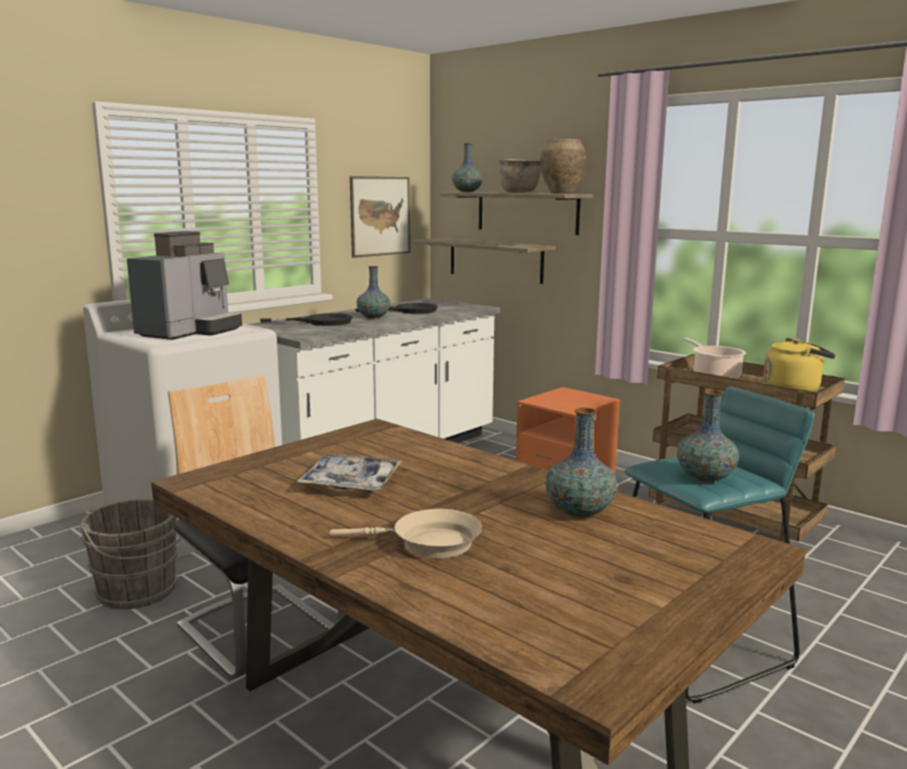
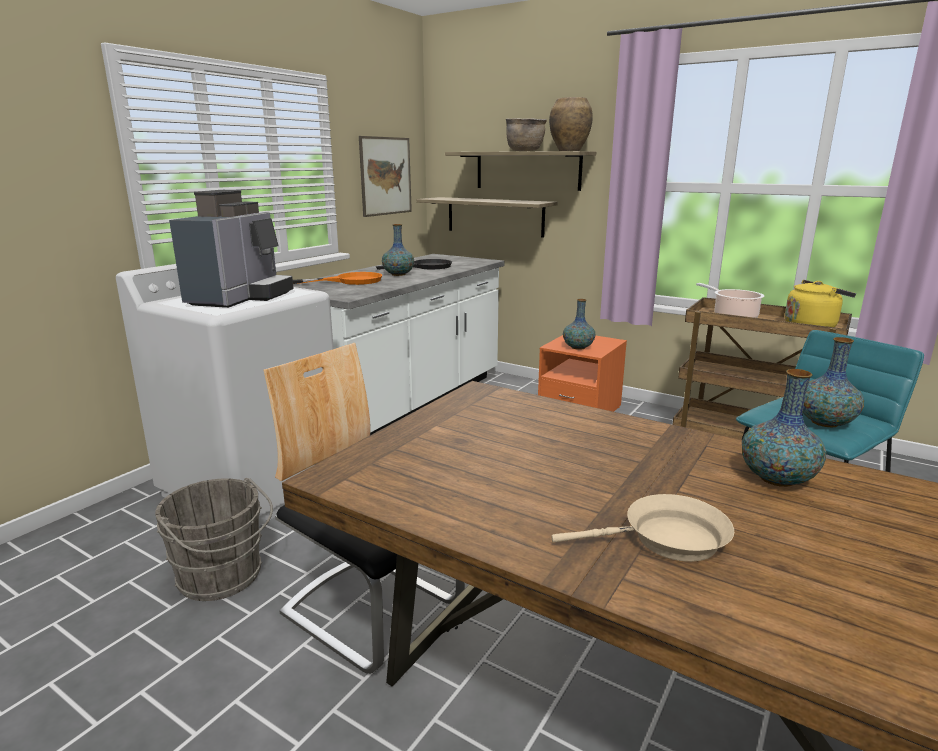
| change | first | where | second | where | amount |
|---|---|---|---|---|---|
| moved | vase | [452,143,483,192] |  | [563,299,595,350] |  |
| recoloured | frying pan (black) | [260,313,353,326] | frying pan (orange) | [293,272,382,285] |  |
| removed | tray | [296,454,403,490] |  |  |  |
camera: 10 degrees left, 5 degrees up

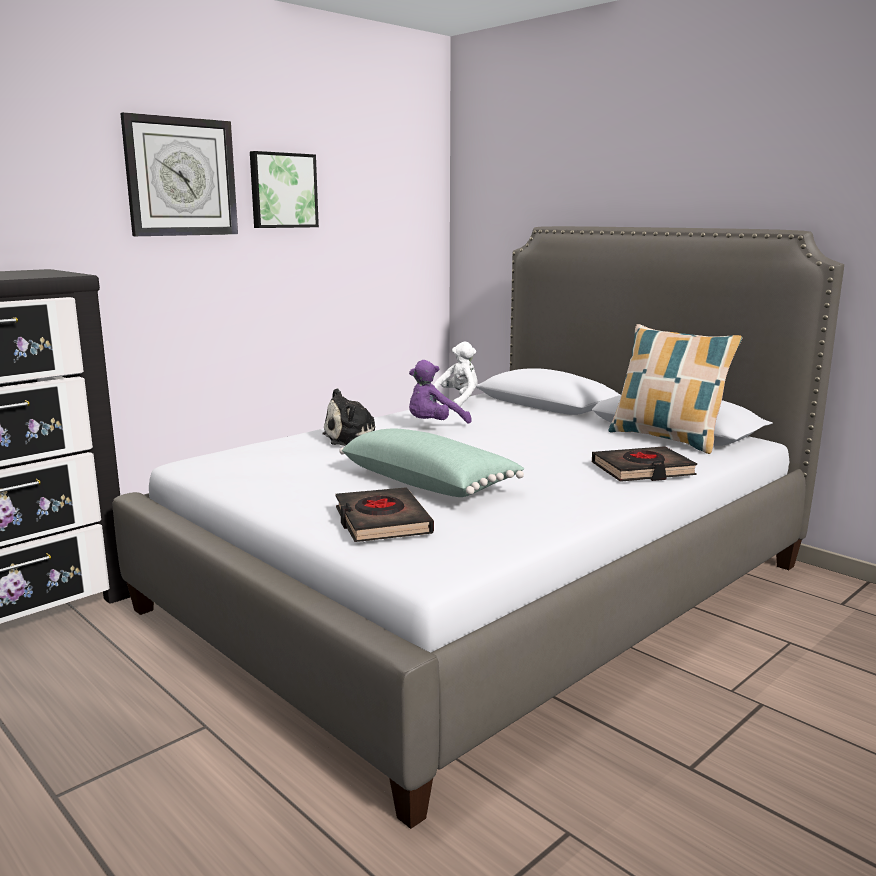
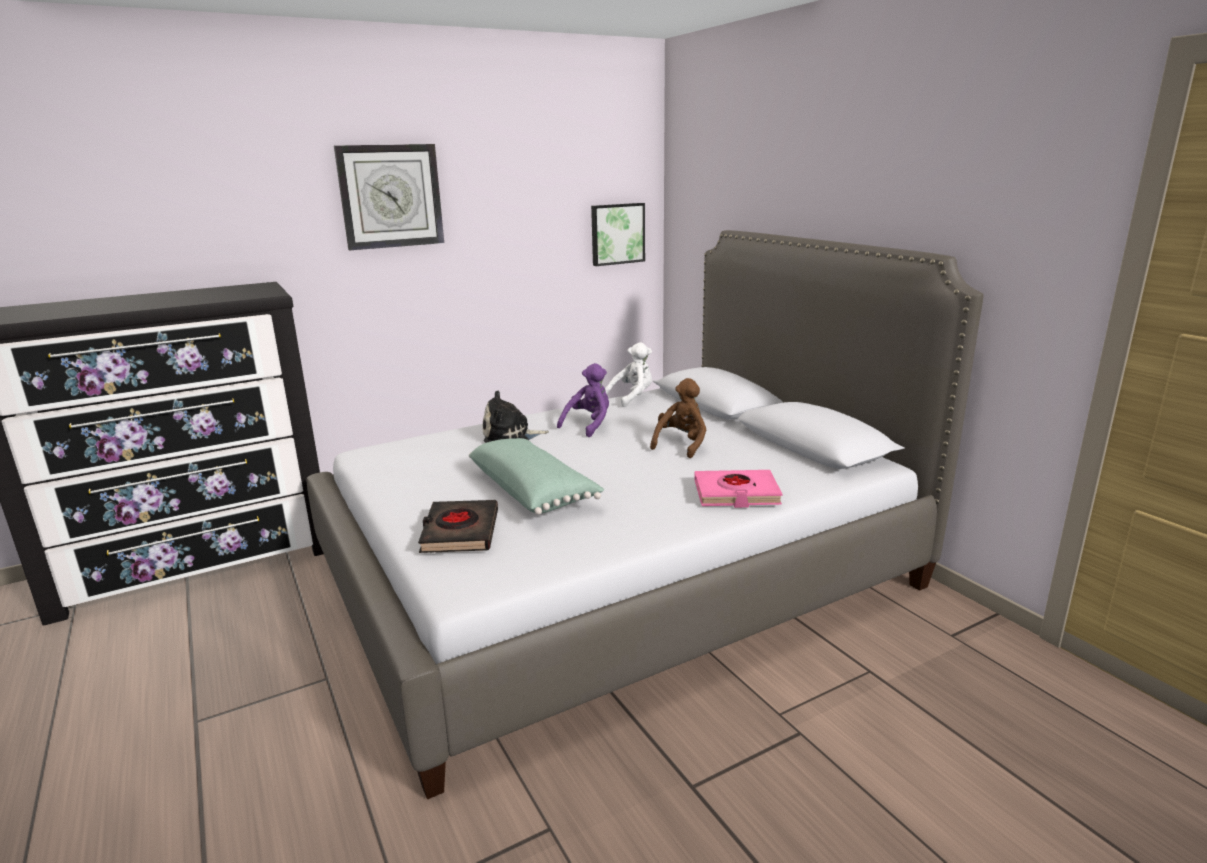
| change | first | where | second | where | amount |
|---|---|---|---|---|---|
| moved | picture | [250,151,319,228] |  | [591,203,645,266] |  |
| removed | pillow | [608,324,743,454] |  |  |  |
| turned | plush toy (purple) | [409,360,472,424] |  | [557,363,609,437] | 150 degrees clockwise |
| recoloured | book (black) | [592,446,697,482] | book (pink) | [694,470,782,508] |  |
| added |  |  | plush toy (brown) | [650,378,706,458] |  |
camera: 15 degrees right, 5 degrees up

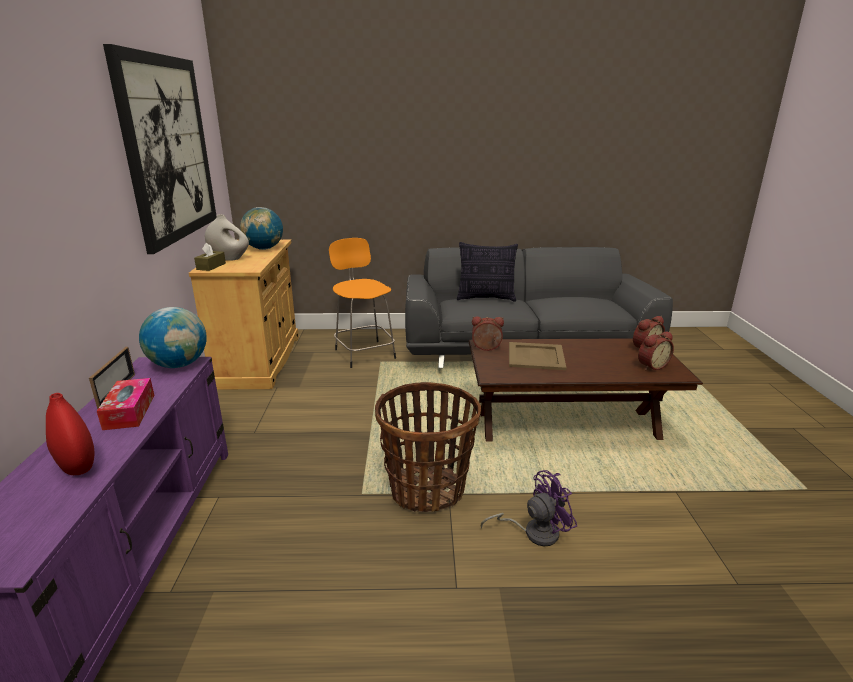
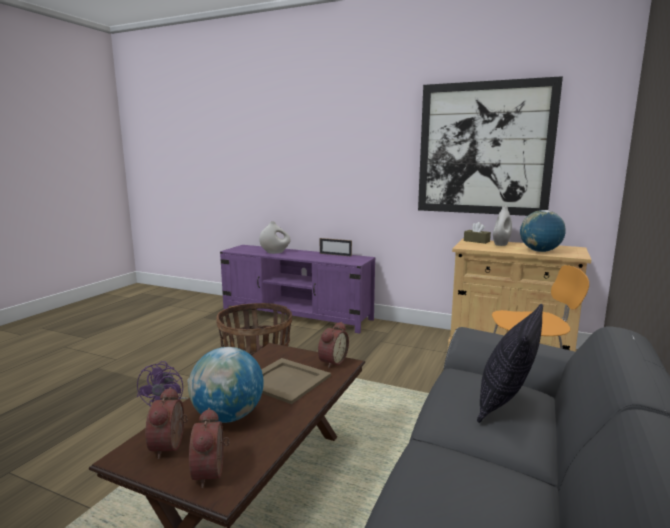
| change | first | where | second | where | amount |
|---|---|---|---|---|---|
| moved | globe | [139,307,207,368] |  | [188,347,264,423] |  |
| removed | tissue box | [97,378,154,430] |  |  |  |
| recoloured | vase (red) | [46,393,94,475] | vase (white) | [259,222,291,254] |  |
camera: 115 degrees right, 10 degrees down

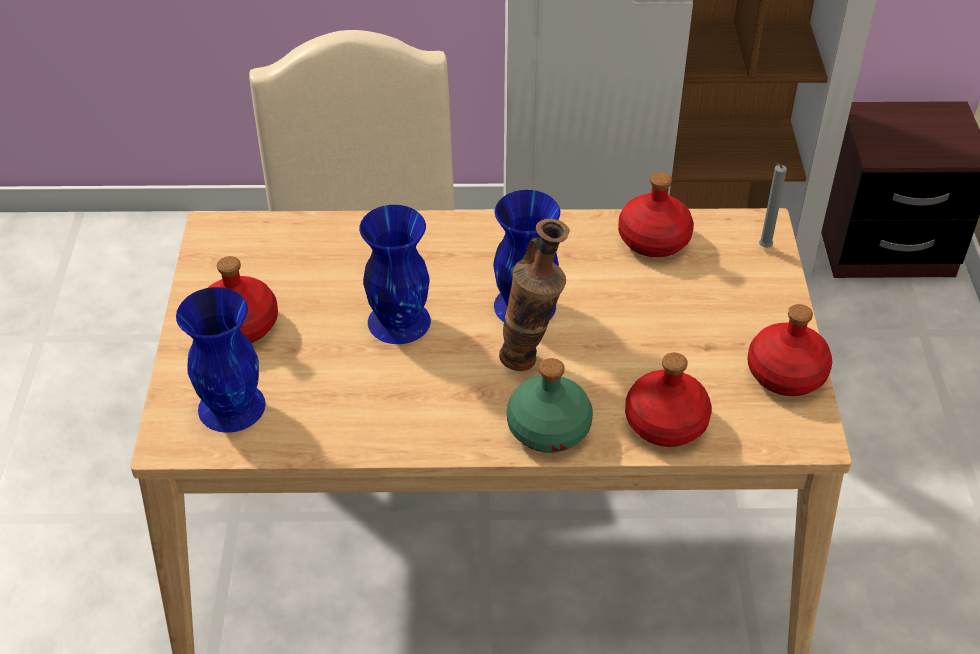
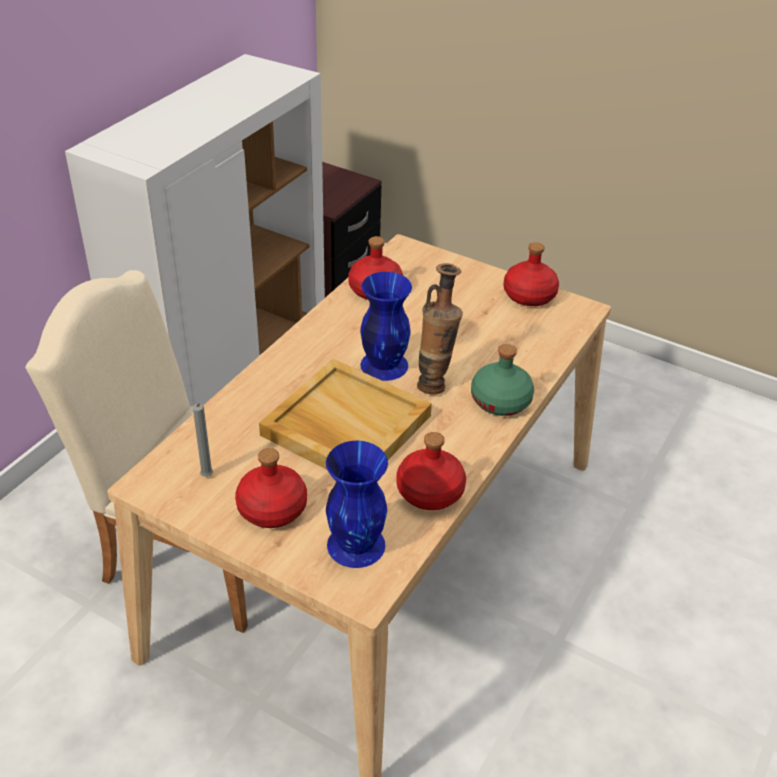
| change | first | where | second | where | amount |
|---|---|---|---|---|---|
| moved | candle (grey) | [759,163,787,248] |  | [193,404,213,477] |  |
| replaced | vase (blue) | [359,205,431,344] | tray (beige) | [259,359,432,470] |  |
| moved | bottle (red) | [625,353,712,447] |  | [396,432,466,510] |  |
camera: 60 degrees left, 5 degrees down

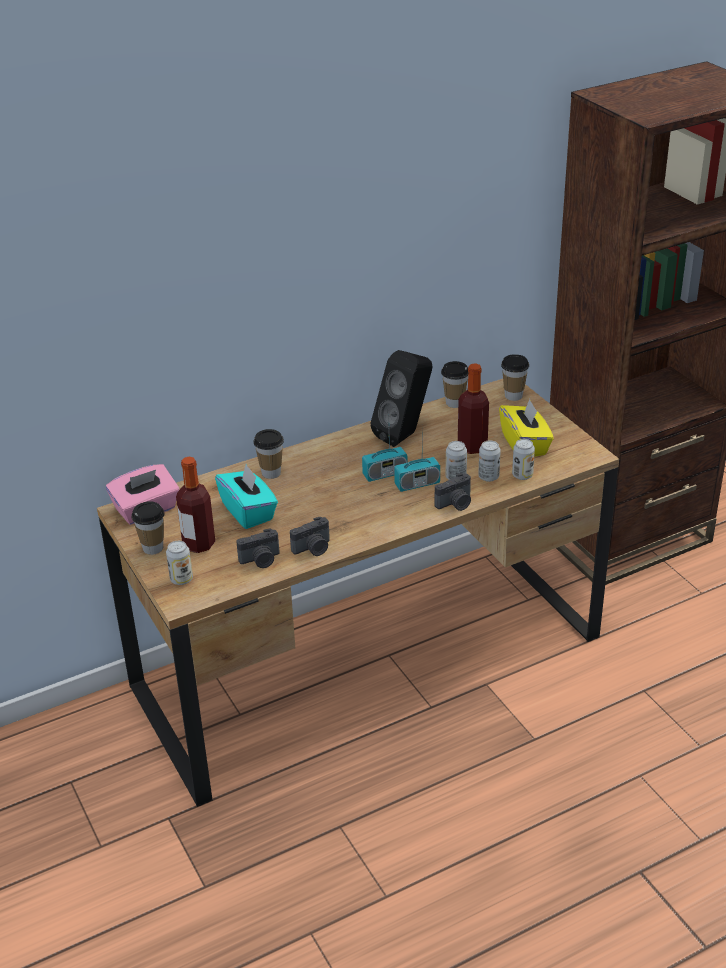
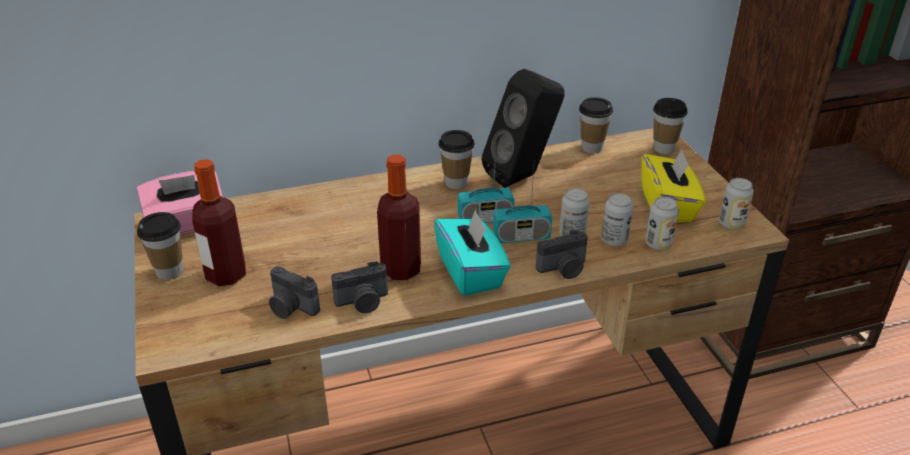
| change | first | where | second | where | amount |
|---|---|---|---|---|---|
| moved | bottle | [458,363,489,454] |  | [377,154,421,280] |  |
| moved | cup | [253,429,284,479] |  | [439,130,475,189] |  |
| moved | tissue box (turquoise) | [215,464,278,529] |  | [434,209,511,296] |  |
| turned | photo camera | [236,528,280,568] |  | [269,266,320,319] | 45 degrees clockwise |
| moved | can | [166,541,193,585] |  | [719,178,754,230] |  |
camera: 10 degrees right, 0 degrees up

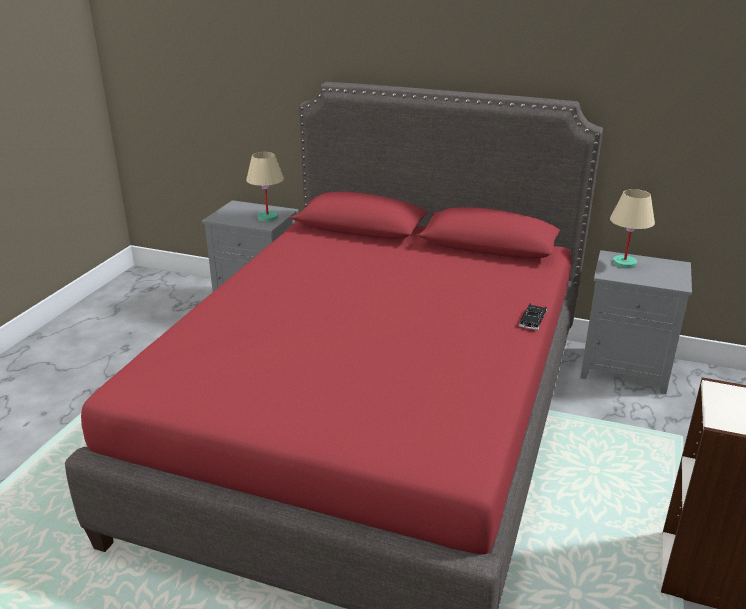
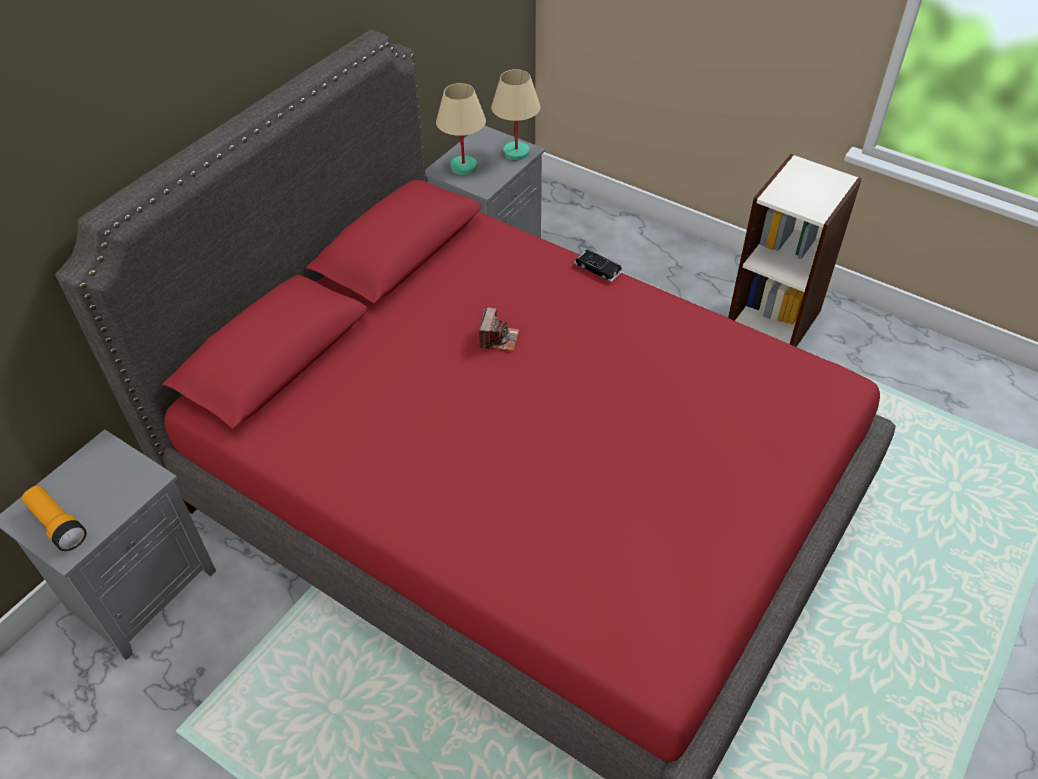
| change | first | where | second | where | amount |
|---|---|---|---|---|---|
| moved | table lamp (beige) | [246,152,284,222] |  | [491,69,540,160] |  |
| added |  |  | photo camera | [479,307,519,351] |  |
| added |  |  | flashlight | [22,486,87,551] |  |
camera: 75 degrees left, 20 degrees up

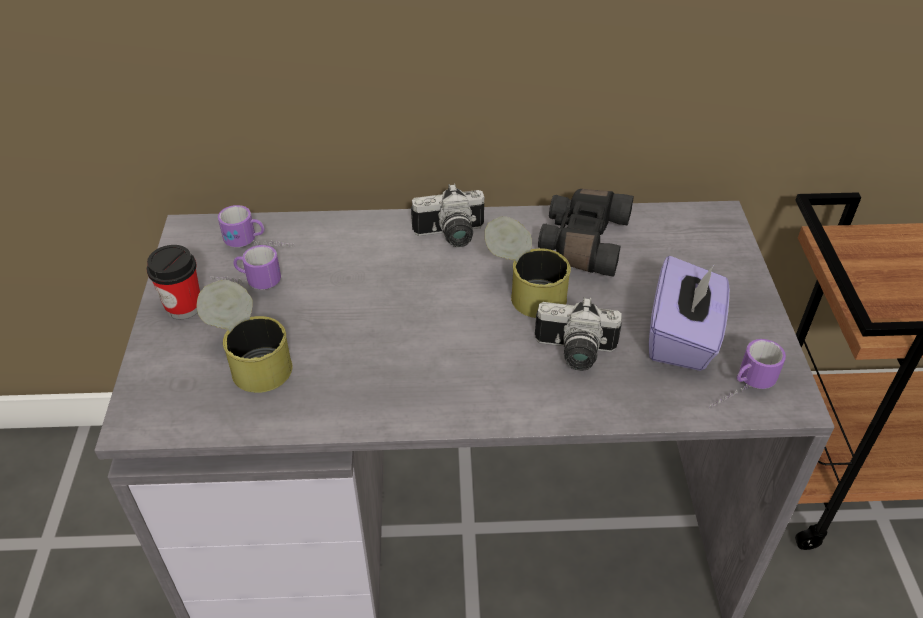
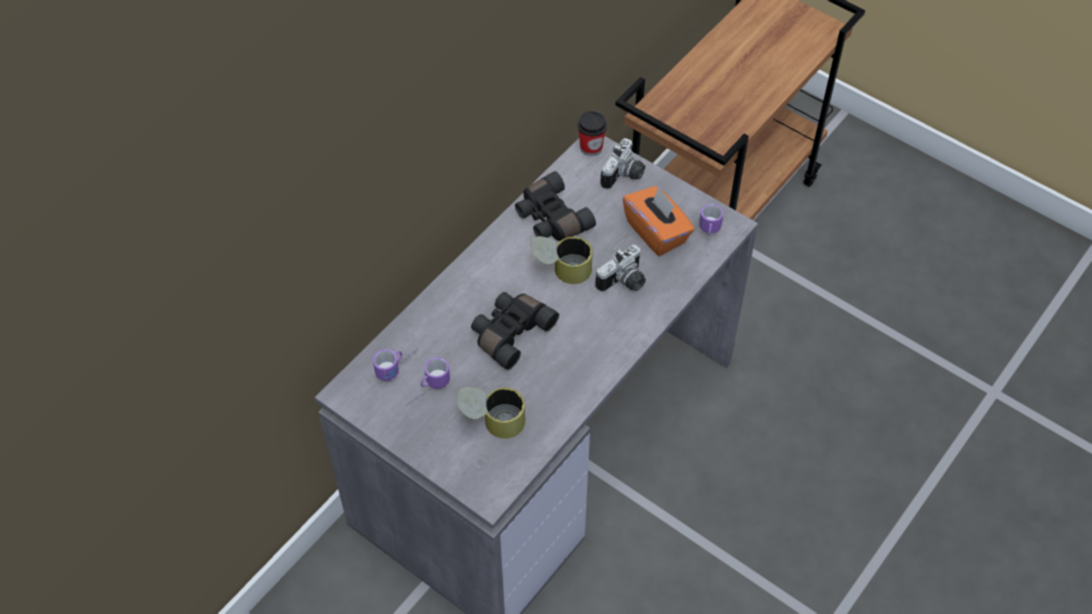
| change | first | where | second | where | amount |
|---|---|---|---|---|---|
| moved | photo camera | [411,183,485,247] |  | [600,138,645,190] |  |
| moved | cup | [147,245,200,319] |  | [578,111,607,156] |  |
| recoloured | tissue box (purple) | [649,256,730,371] | tissue box (orange) | [623,186,694,256] |  |
| added |  |  | binoculars (black) | [471,292,559,370] |  |
camera: 50 degrees left, 10 degrees up

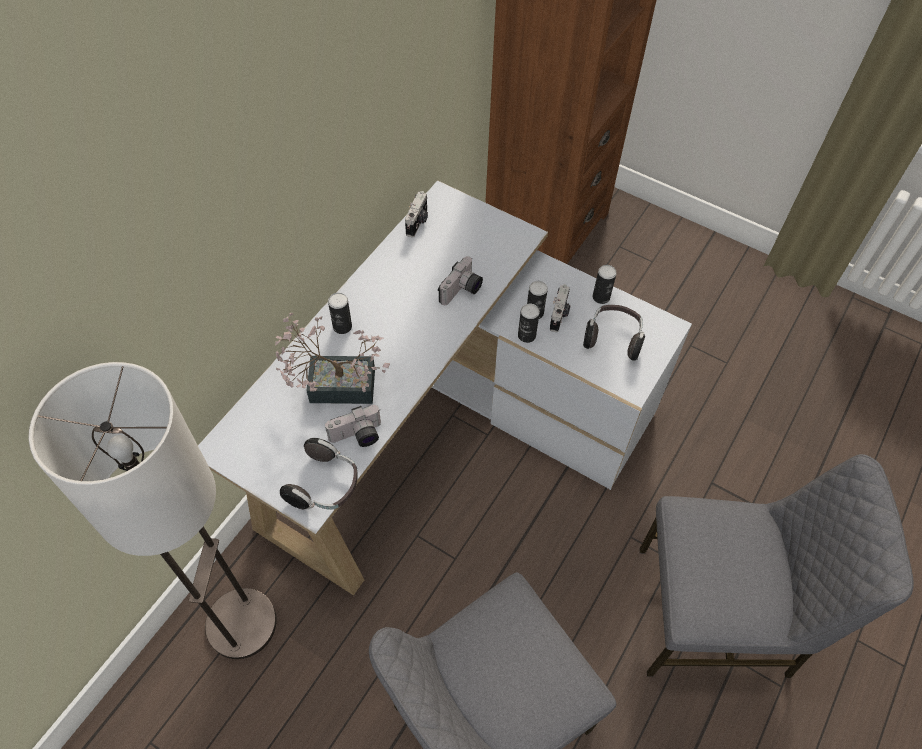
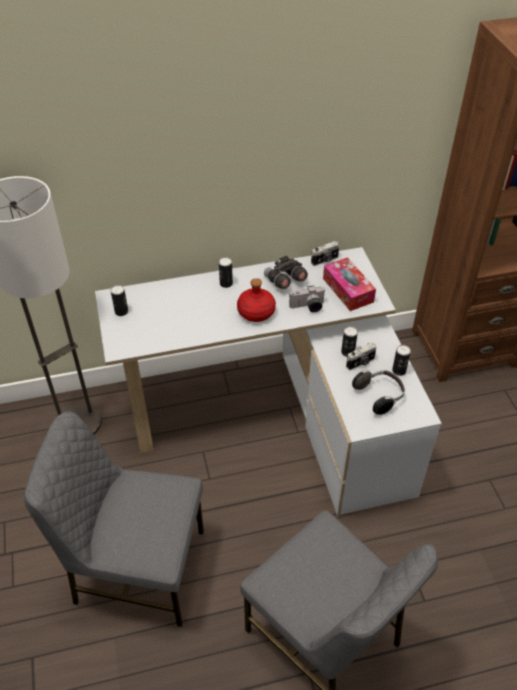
| change | first | where | second | where | amount |
|---|---|---|---|---|---|
| moved | can | [518,304,540,343] |  | [110,285,128,316] |  |
| removed | potted plant | [275,313,390,404] |  |  |  |
| removed | photo camera | [325,405,381,447] |  |  |  |
| removed | headphones | [280,438,358,510] |  |  |  |
| added |  |  | binoculars (grey) | [264,256,308,289] |  |
| added |  |  | tissue box | [323,257,376,311] |  |
| added |  |  | bottle (red) | [237,278,276,322] |  |
camera: 45 degrees right, 10 degrees down

